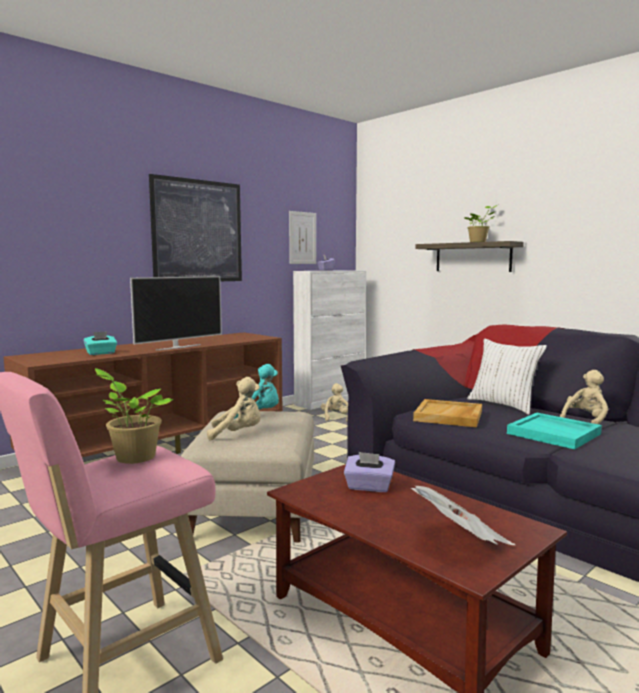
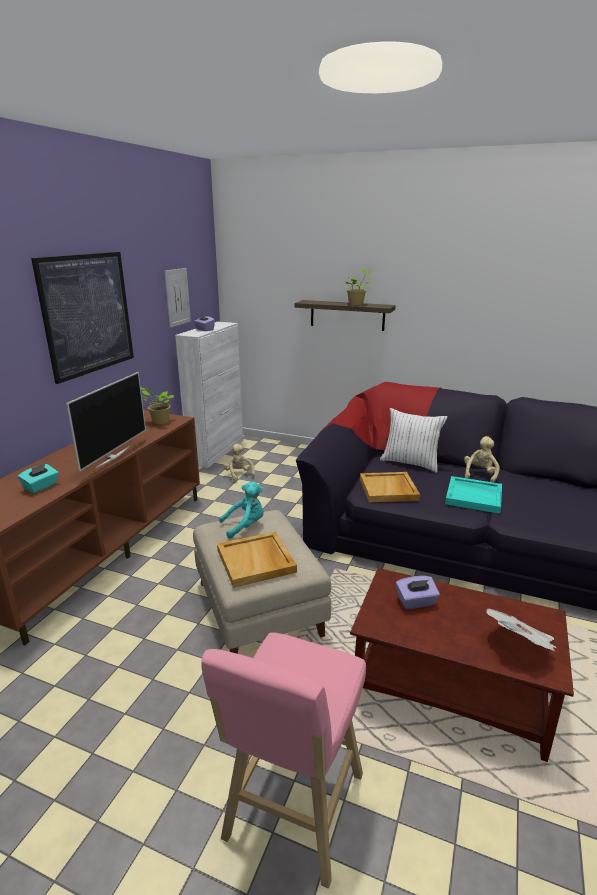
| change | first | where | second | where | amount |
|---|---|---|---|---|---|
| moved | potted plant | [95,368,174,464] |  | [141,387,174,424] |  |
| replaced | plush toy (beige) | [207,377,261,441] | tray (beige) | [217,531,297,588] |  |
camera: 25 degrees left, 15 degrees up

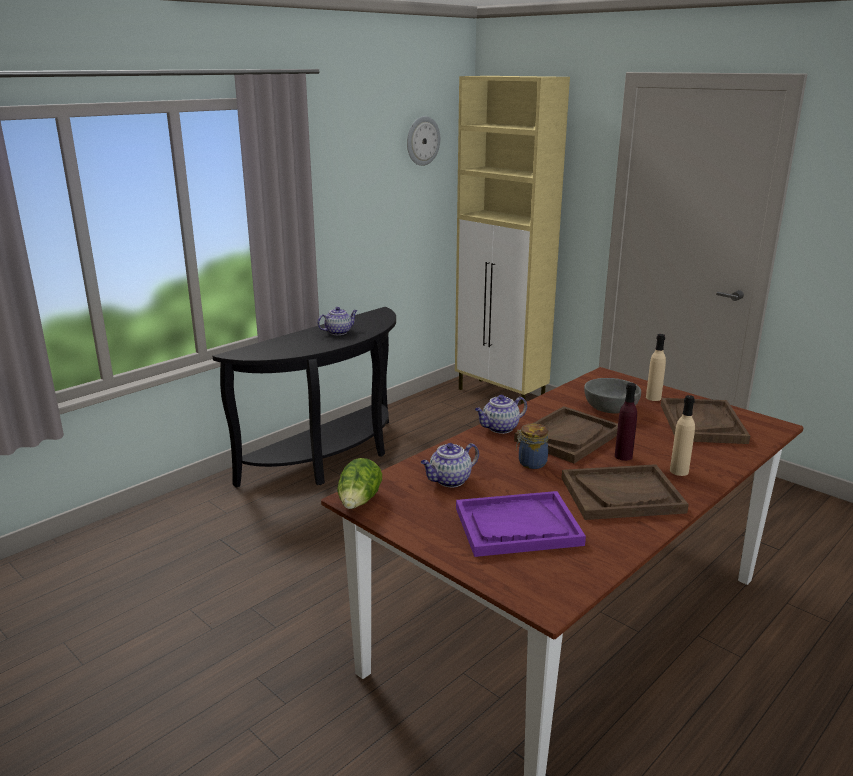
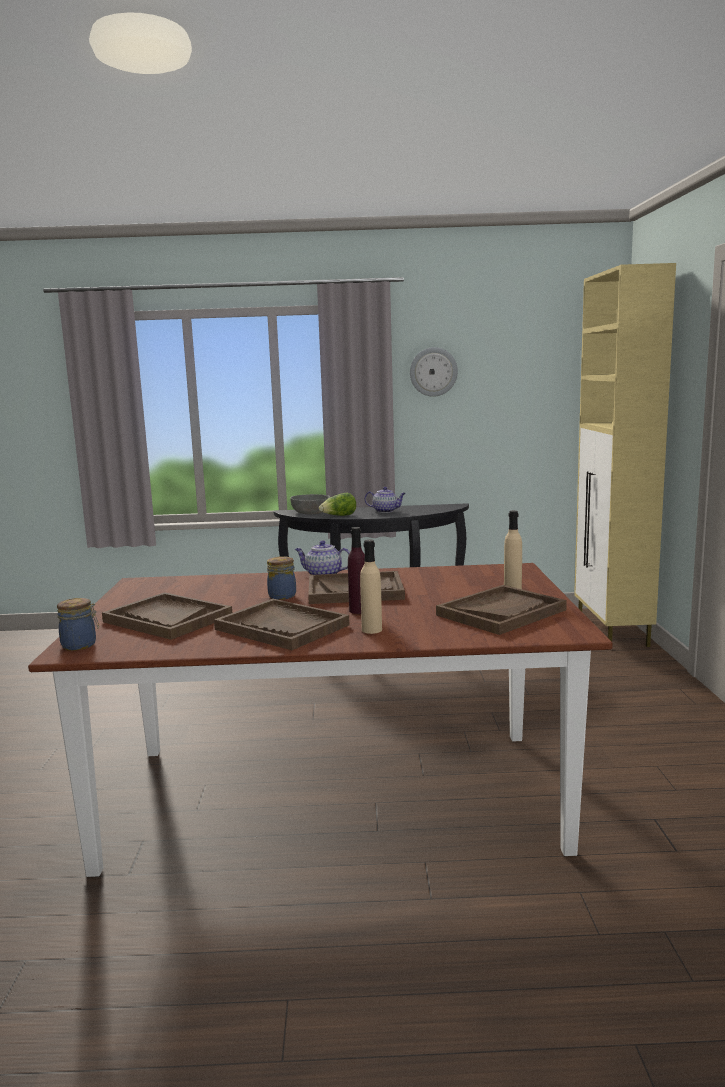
| change | first | where | second | where | amount |
|---|---|---|---|---|---|
| moved | wall clock | [407,116,440,166] |  | [410,347,458,397] |  |
| moved | bowl (grey) | [584,378,641,413] |  | [290,494,330,514] |  |
| removed | teapot | [421,443,479,487] |  |  |  |
| moved | lettuce | [337,458,382,509] |  | [319,493,356,516] |  |
| recoloured | tray (purple) | [456,491,586,557] | tray (brown) | [102,592,232,640] |  |
| added |  |  | jar | [57,598,99,651] |  |
camera: 45 degrees right, 10 degrees down

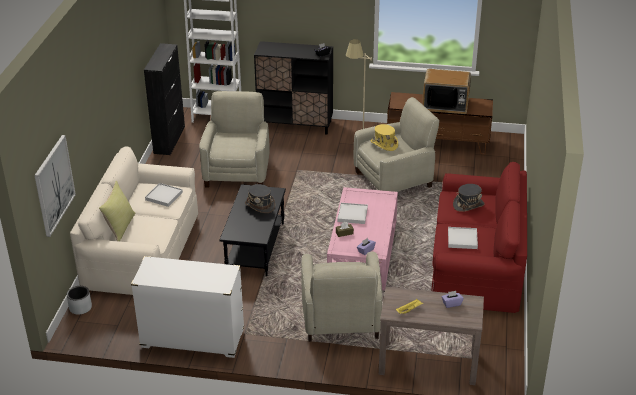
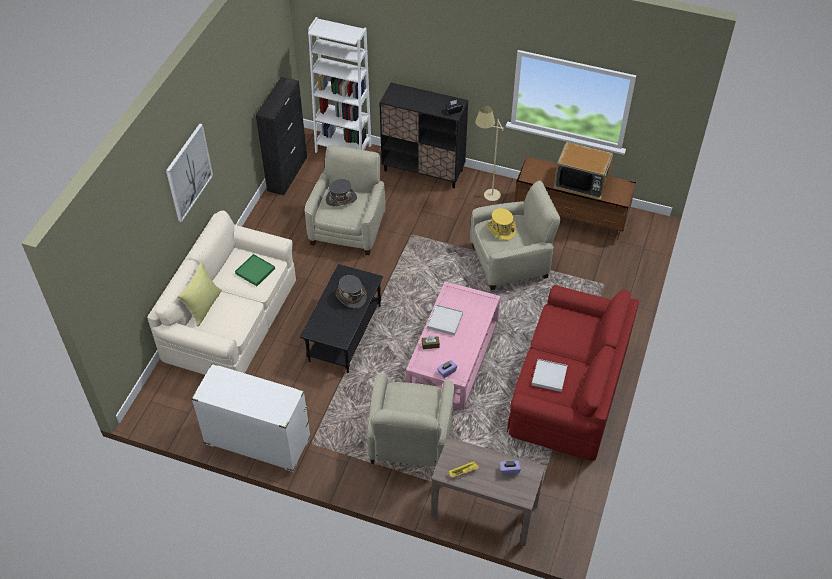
| change | first | where | second | where | amount |
|---|---|---|---|---|---|
| moved | picture | [34,135,76,237] |  | [166,124,213,222] |  |
| recoloured | tray (white) | [145,183,183,207] | tray (green) | [235,254,275,286] |  |
| moved | hat (grey) | [453,184,484,212] |  | [326,179,357,206] |  |
| removed | planter (grey) | [67,286,92,315] |  |  |  |
camera: 10 degrees right, 15 degrees up

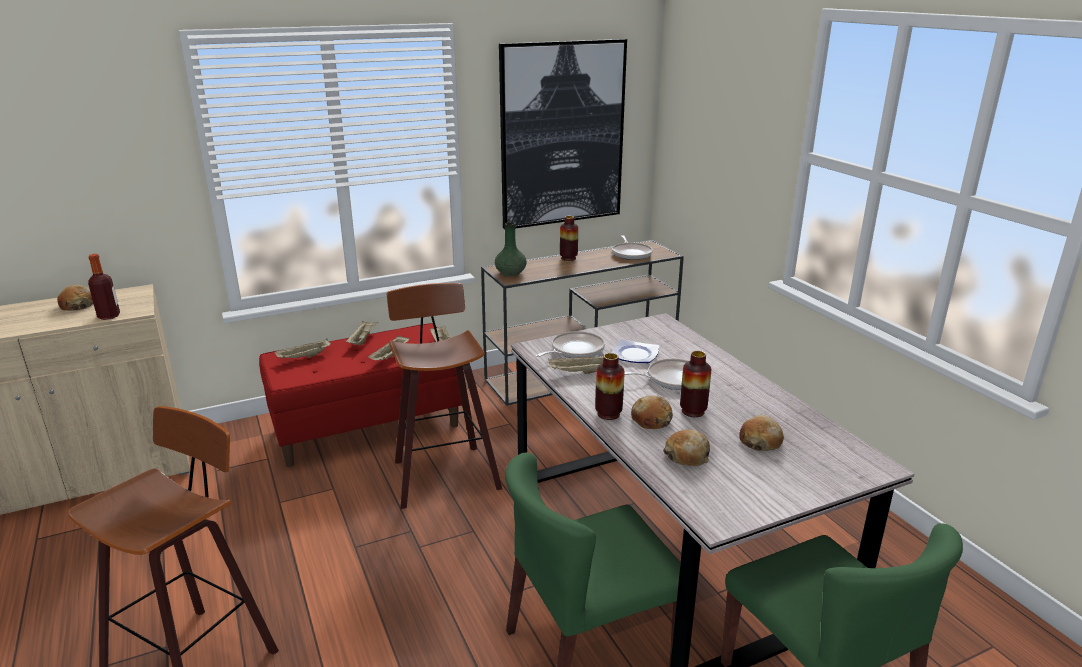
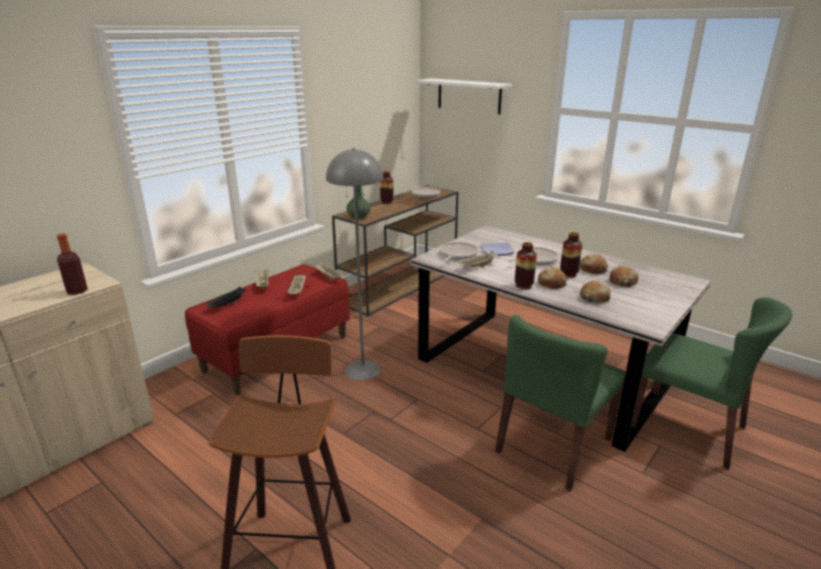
| change | first | where | second | where | amount |
|---|---|---|---|---|---|
| removed | picture | [499,39,627,229] |  |  |  |
| replaced | stool | [387,283,502,509] | floor lamp (grey) | [326,148,383,380] |  |
| moved | bread | [57,285,93,311] |  | [580,254,609,274] |  |
| recoloured | tray (beige) | [275,339,331,358] | tray (black) | [205,287,247,307] |  |
| added |  |  | shelf (white) | [416,78,512,114] |  |
camera: 25 degrees left, 0 degrees up

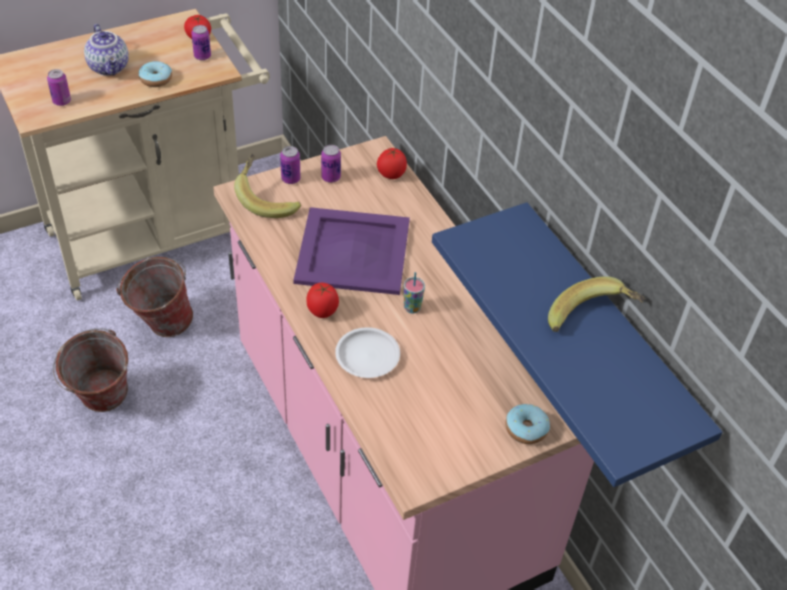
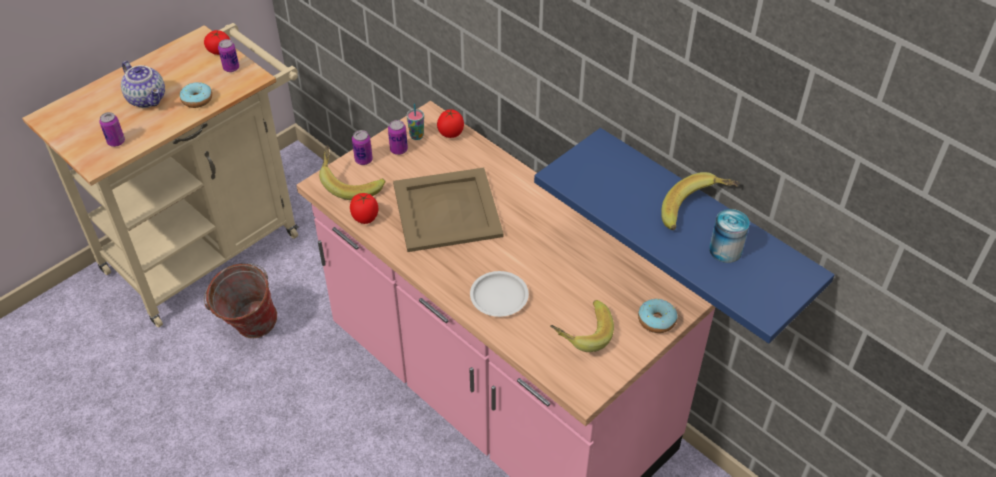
| change | first | where | second | where | amount |
|---|---|---|---|---|---|
| recoloured | tray (purple) | [293,207,410,295] | tray (beige) | [393,168,504,252] |  |
| moved | cup | [404,272,425,314] |  | [406,103,424,140] |  |
| moved | tomato | [306,283,339,318] |  | [350,193,378,224] |  |
| removed | bucket | [53,328,128,412] |  |  |  |
| added |  |  | can | [709,209,750,263] |  |
| added |  |  | banana | [550,300,614,352] |  |
camera: 15 degrees left, 0 degrees up

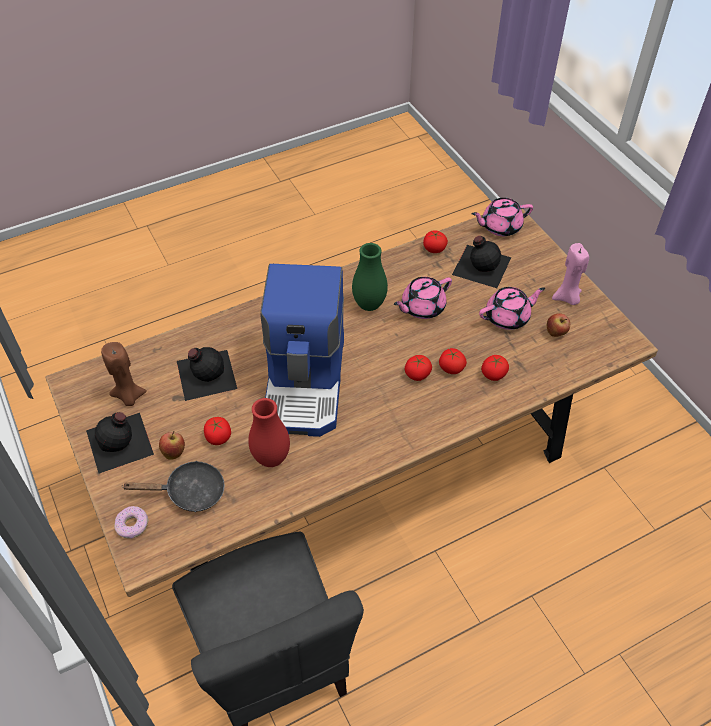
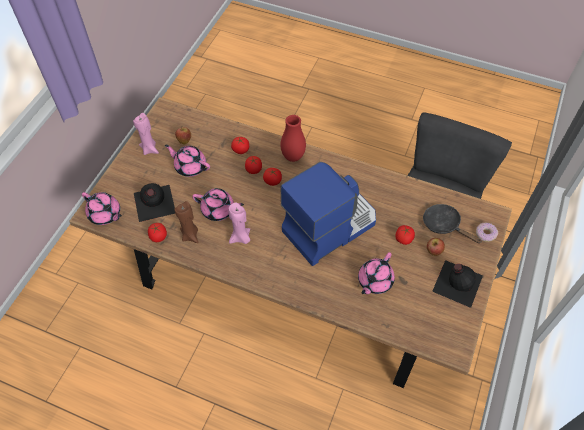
| change | first | where | second | where | amount |
|---|---|---|---|---|---|
| replaced | vase (green) | [352,243,388,311] | candle (pink) | [228,202,250,244] |  |
| moved | candle (brown) | [101,342,147,406] |  | [174,201,198,243] |  |
| replaced | bottle (black) | [177,347,237,401] | teapot (pink) | [358,252,395,294] |  |
| moved | vase (red) | [248,398,290,467] |  | [280,115,306,162] |  |
camera: 130 degrees left, 5 degrees up

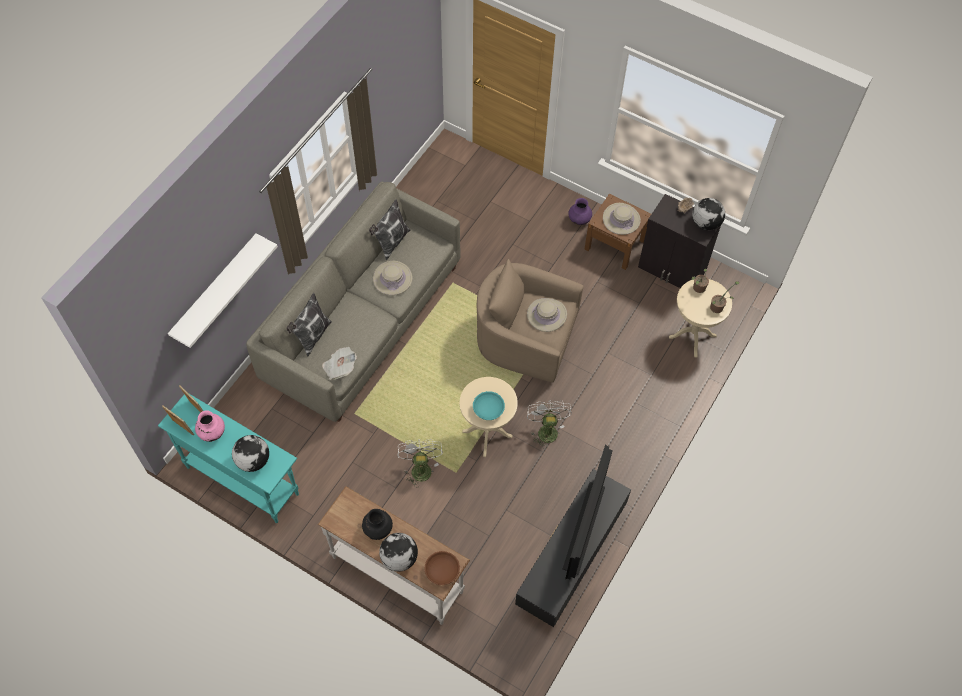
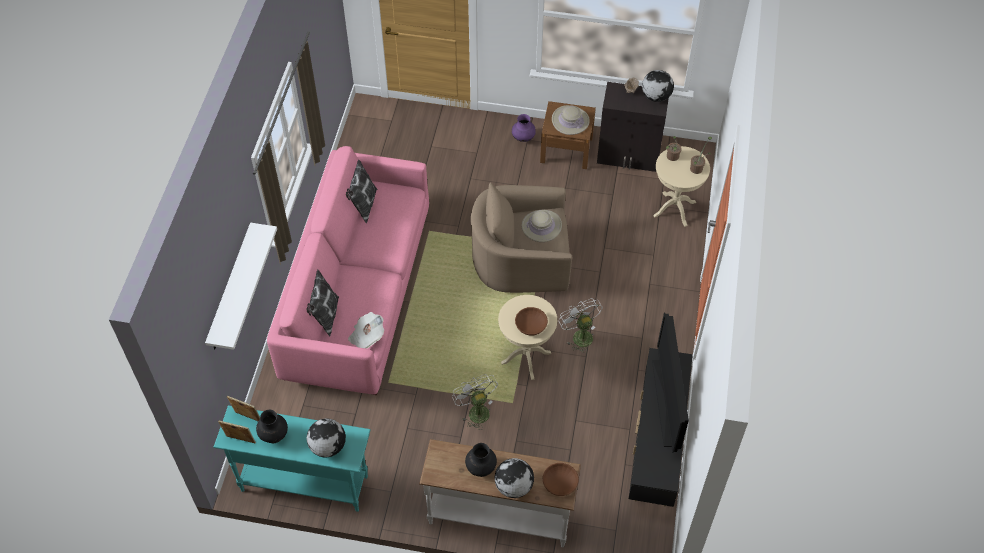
| change | first | where | second | where | amount |
|---|---|---|---|---|---|
| recoloured | sofa (grey) | [246,182,461,422] | sofa (pink) | [267,146,429,395] |  |
| removed | hat (beige) | [373,261,413,295] |  |  |  |
| recoloured | bowl (turquoise) | [473,391,505,420] | bowl (brown) | [515,307,548,336] |  |
| recoloured | vase (pink) | [195,410,225,442] | vase (black) | [256,410,288,443] |  |
camera: 20 degrees left, 5 degrees down

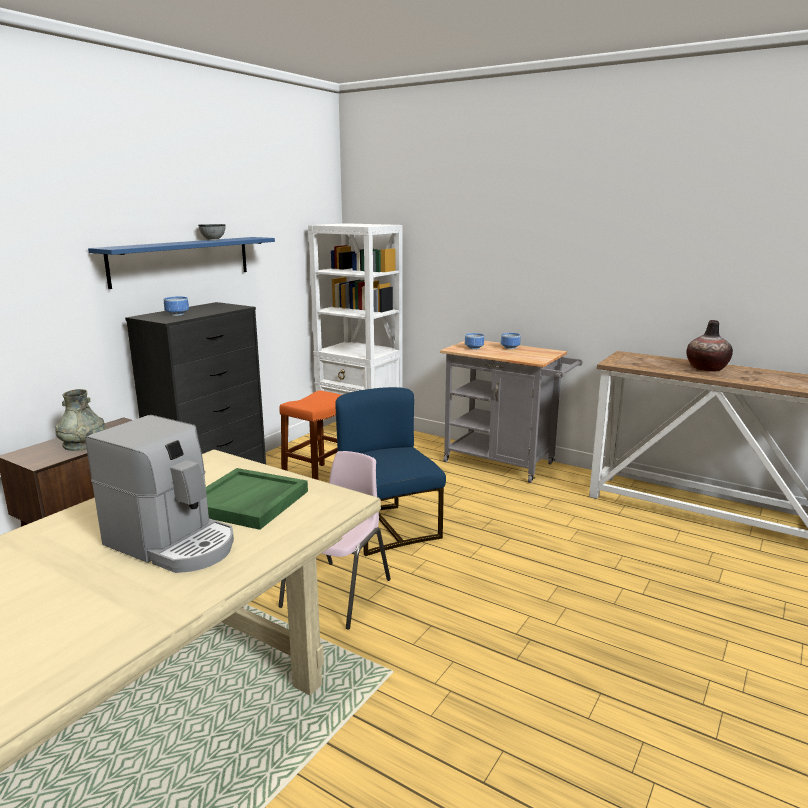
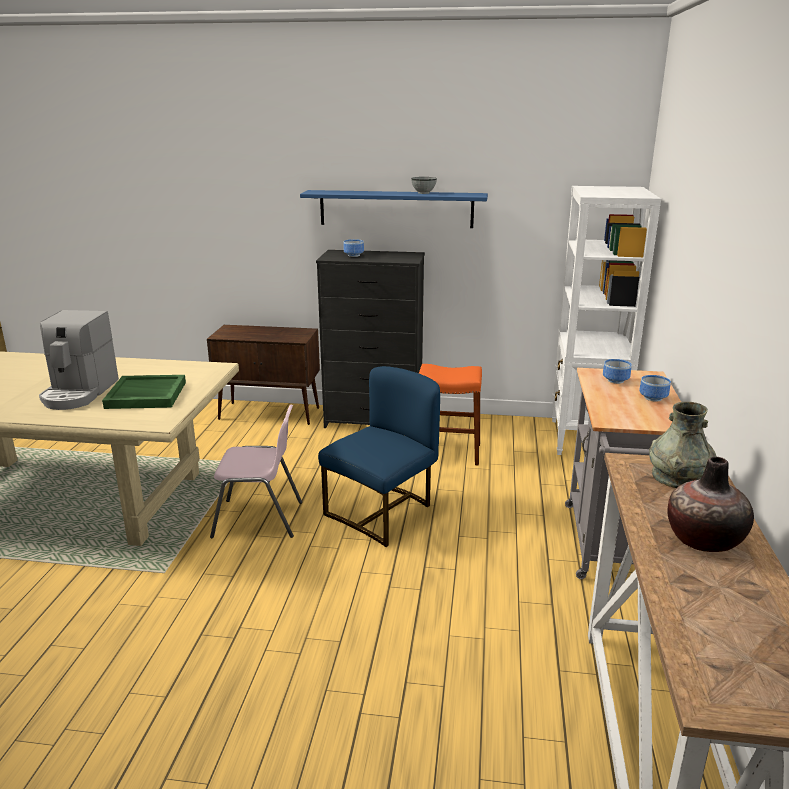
| change | first | where | second | where | amount |
|---|---|---|---|---|---|
| moved | vase (grey) | [55,389,105,451] |  | [649,402,717,488] |  |
camera: 65 degrees right, 5 degrees up

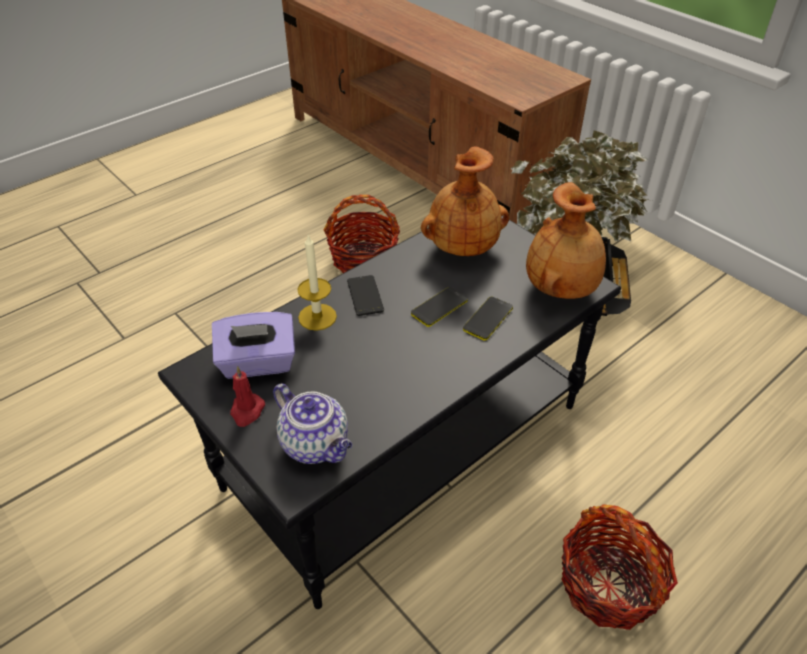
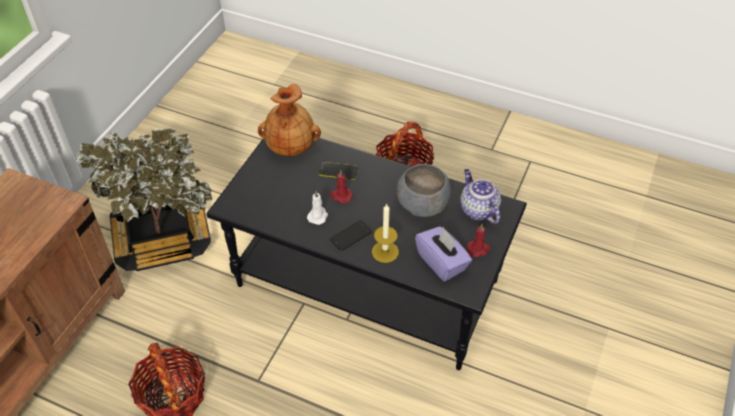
| change | first | where | second | where | amount |
|---|---|---|---|---|---|
| removed | vase (brown) | [421,146,509,256] |  |  |  |
| replaced | phone | [411,287,468,327] | candle (red) | [330,171,353,203] |  |
| turned | teapot | [273,383,352,464] |  | [460,169,501,224] | 45 degrees counterclockwise |
| added |  |  | bowl (grey) | [397,164,451,217] |  |
| added |  |  | candle (white) | [307,191,328,225] |  |
camera: 115 degrees left, 5 degrees up

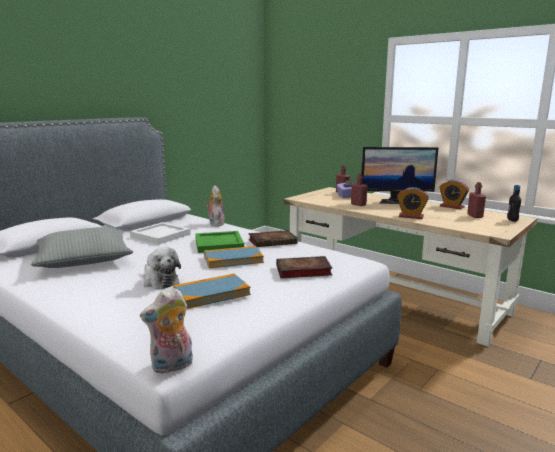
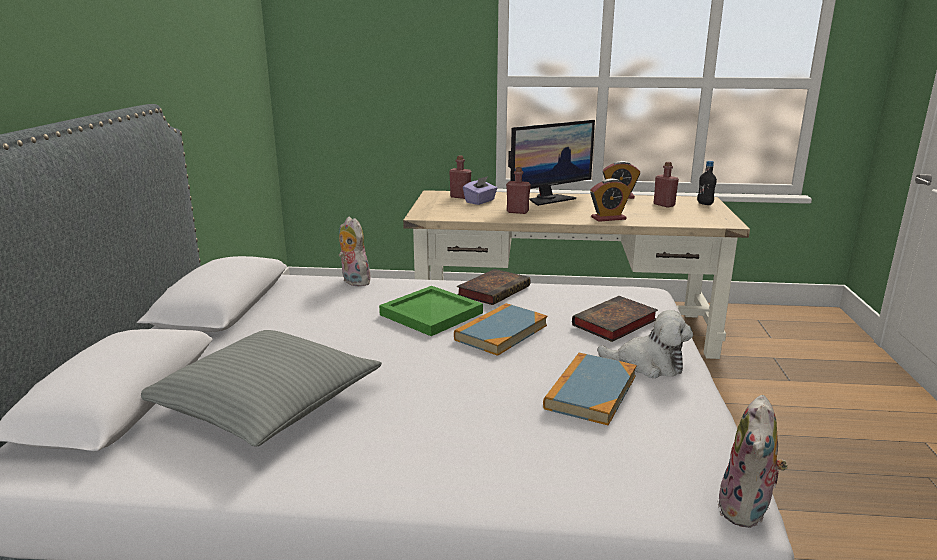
| change | first | where | second | where | amount |
|---|---|---|---|---|---|
| removed | tray (white) | [130,222,191,245] |  |  |  |
| moved | plush toy | [144,247,181,289] |  | [597,310,693,378] |  |
camera: 35 degrees left, 5 degrees up

